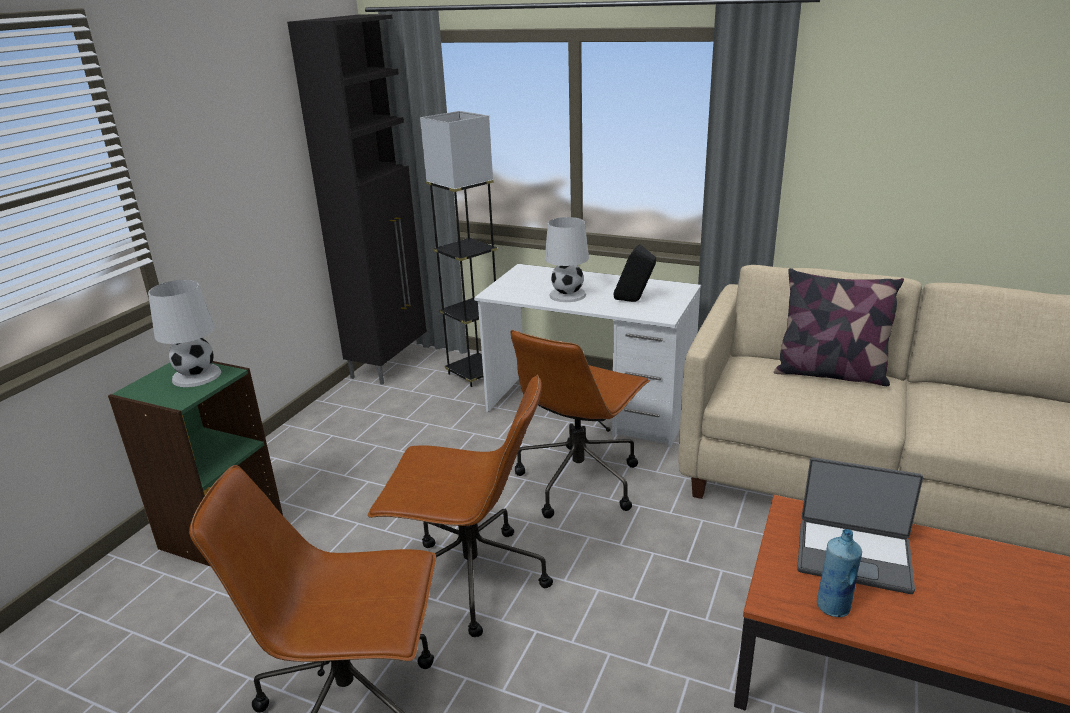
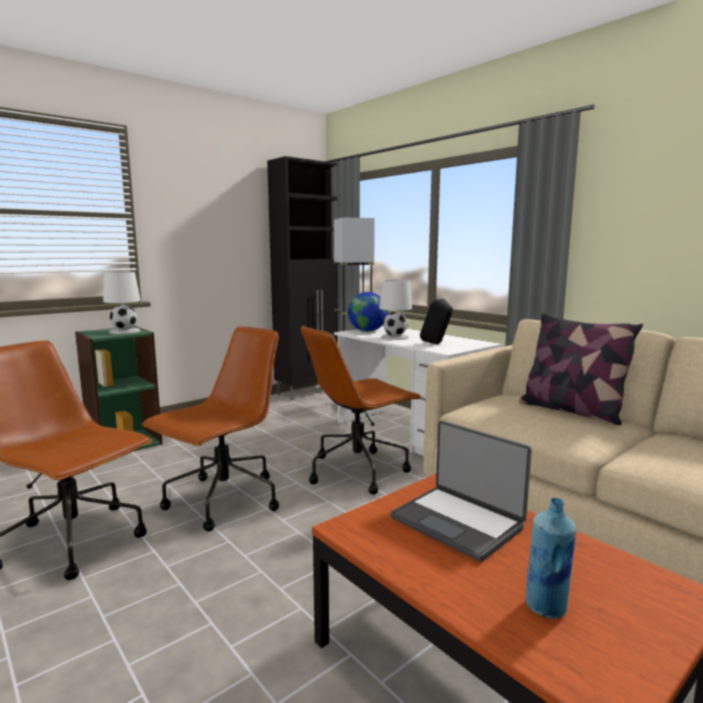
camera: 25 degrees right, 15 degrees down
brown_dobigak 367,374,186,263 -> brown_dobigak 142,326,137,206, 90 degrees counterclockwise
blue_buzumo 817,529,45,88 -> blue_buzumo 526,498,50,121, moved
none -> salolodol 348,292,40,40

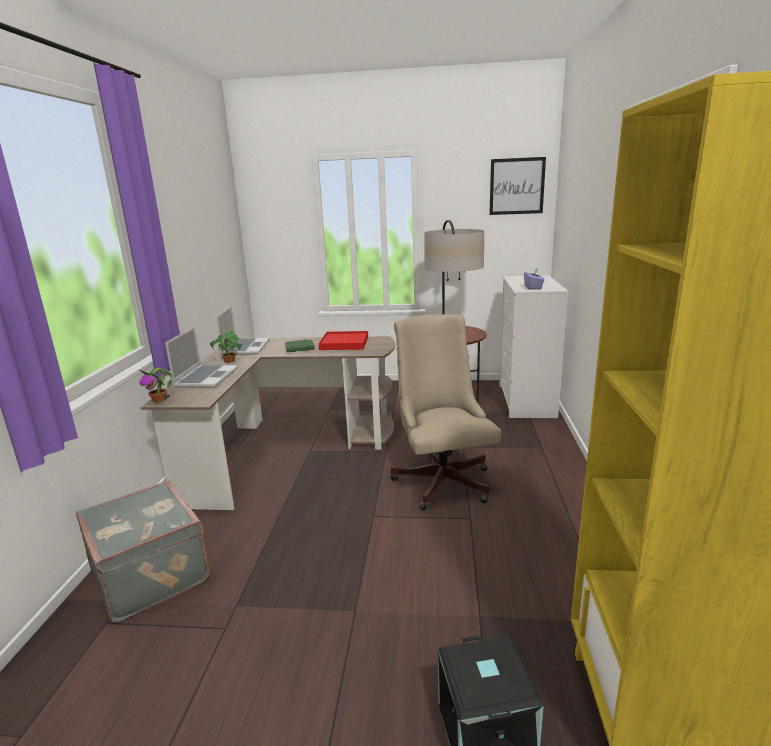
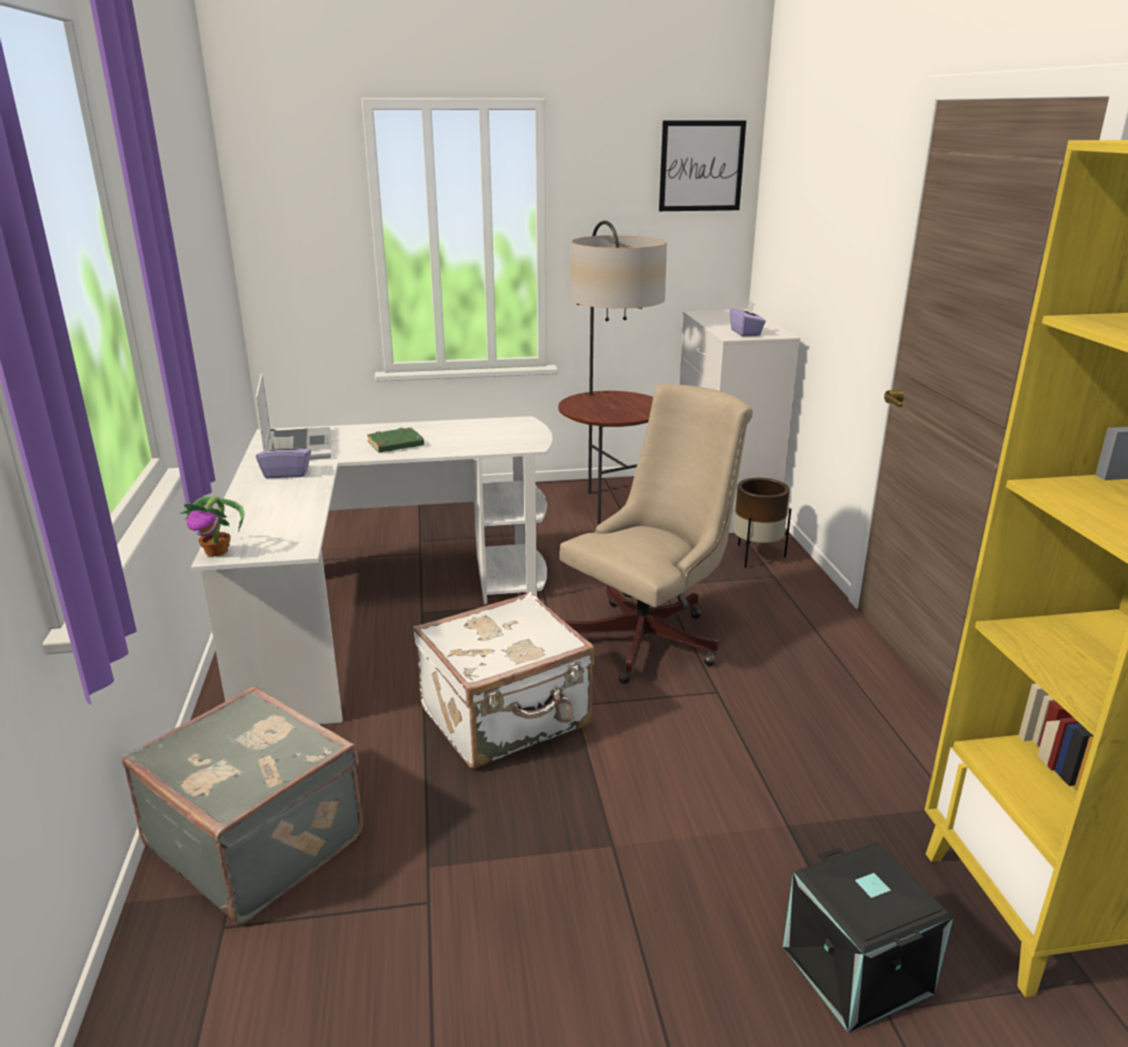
camera: 15 degrees left, 5 degrees up
beige_dobigak 391,314,110,196 -> beige_dobigak 560,384,193,300, 75 degrees clockwise
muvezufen 165,327,73,61 -> none
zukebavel 210,330,33,33 -> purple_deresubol 256,436,55,42
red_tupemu 319,331,49,19 -> none
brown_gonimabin 141,336,254,174 -> white_gonimabin 191,416,361,308
none -> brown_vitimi 733,478,58,90
none -> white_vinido 413,592,181,176

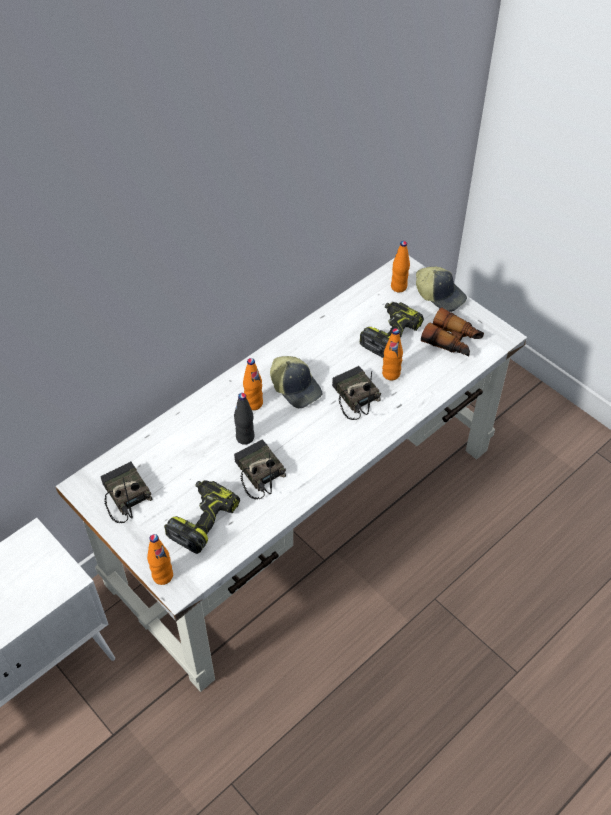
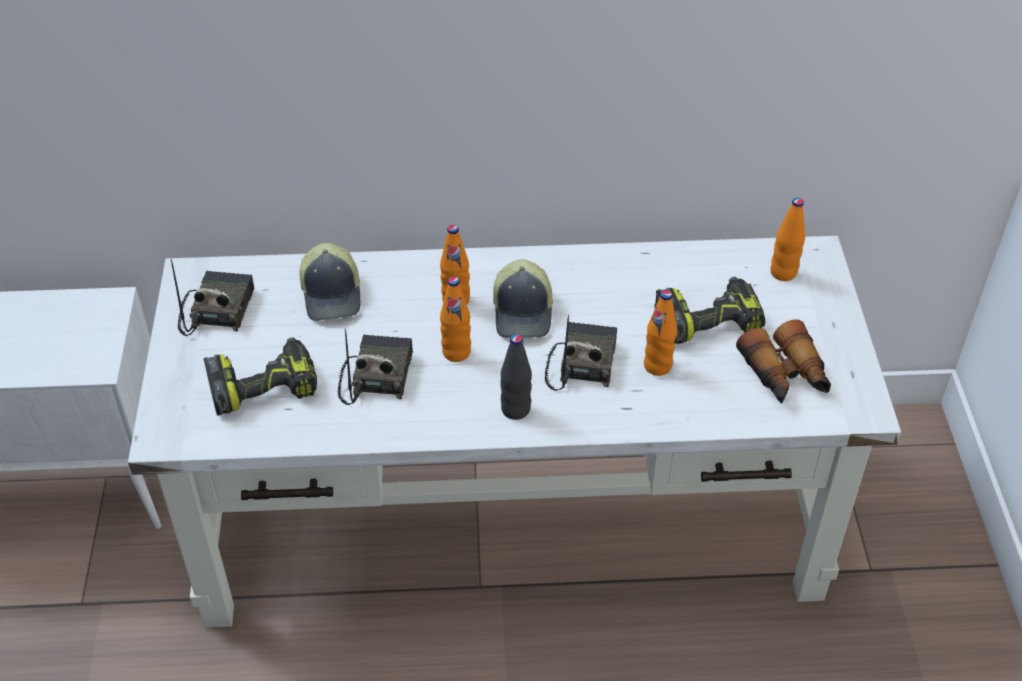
camera: 40 degrees right, 5 degrees down
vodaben 416,267,51,45 -> vodaben 299,243,62,78, moved
black_buzumo 234,393,20,52 -> black_buzumo 500,334,32,86, moved
orange_buzumo 147,534,26,51 -> orange_buzumo 440,277,31,85, moved

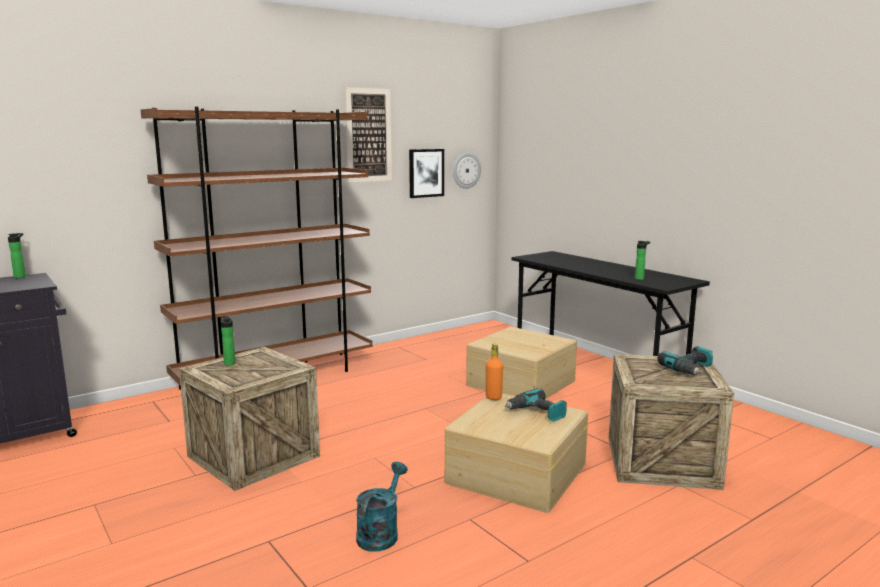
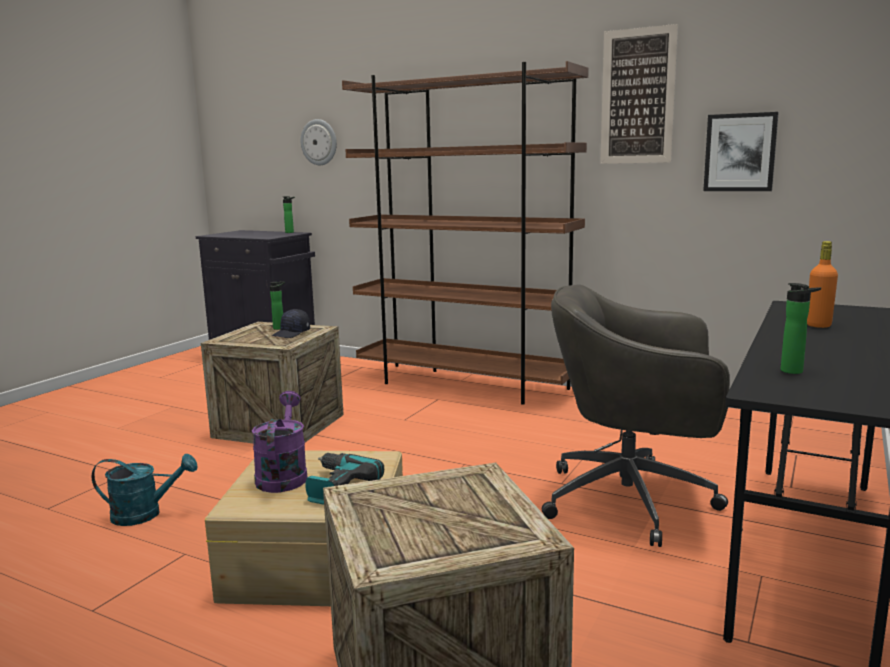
camera: 65 degrees right, 0 degrees up
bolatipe 453,153,28,36 -> bolatipe 301,119,36,46, moved
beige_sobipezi 466,327,111,72 -> grey_dobigak 542,285,188,262
orange_buzumo 486,344,17,56 -> orange_buzumo 807,241,31,87, moved
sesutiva 657,346,56,30 -> none
none -> black_vodaben 272,309,38,29
none -> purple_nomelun 252,391,55,102

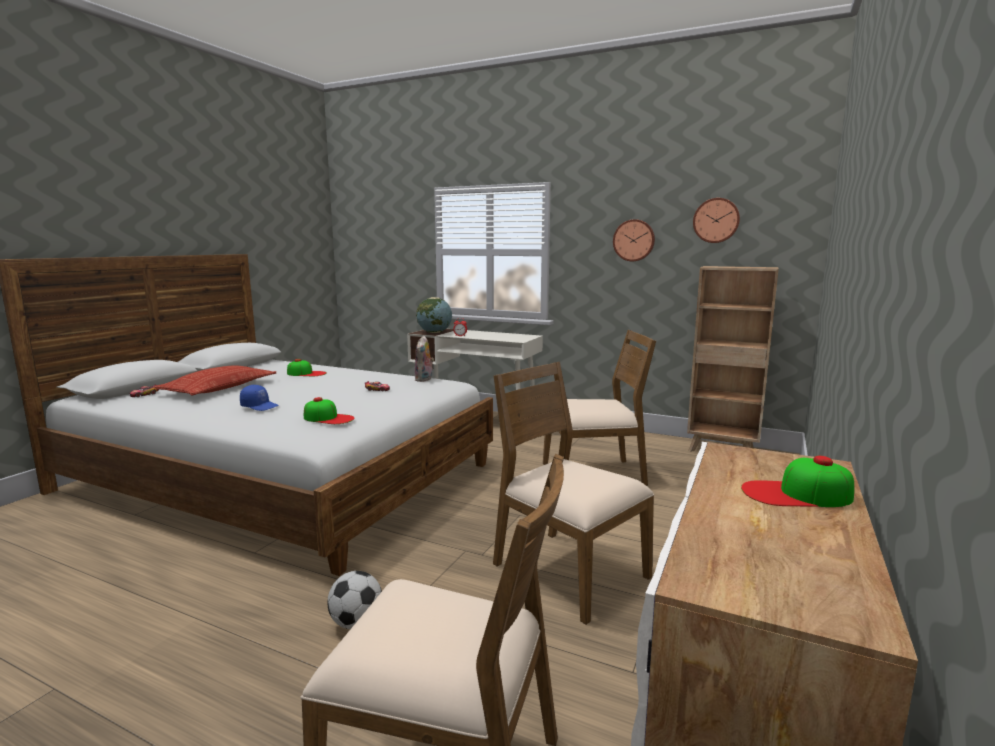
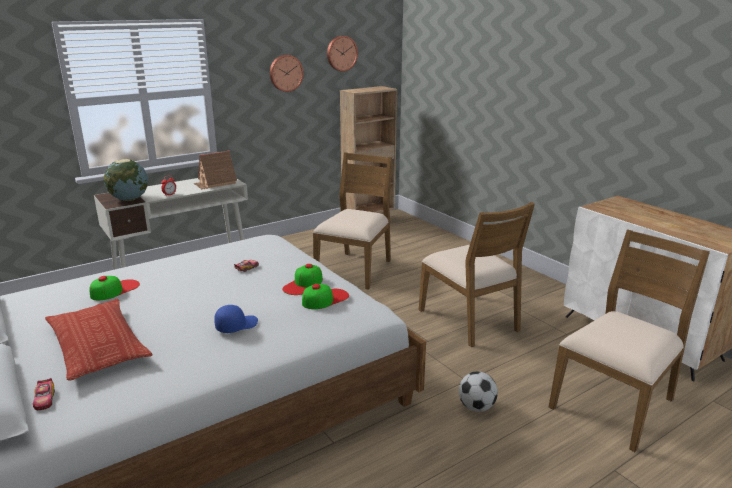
camera: 60 degrees left, 10 degrees up
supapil 415,336,19,46 -> none
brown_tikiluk 493,362,161,263 -> brown_tikiluk 419,202,116,145, 105 degrees counterclockwise
vodaben 741,455,113,52 -> vodaben 282,264,41,31, moved
none -> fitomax 193,150,44,39

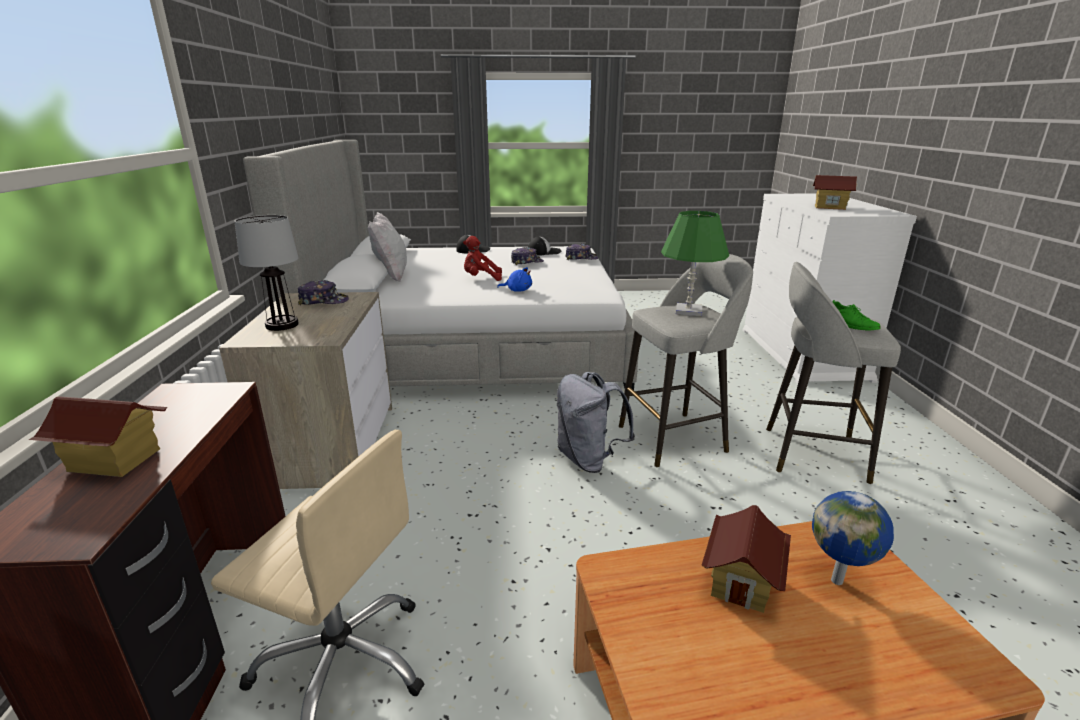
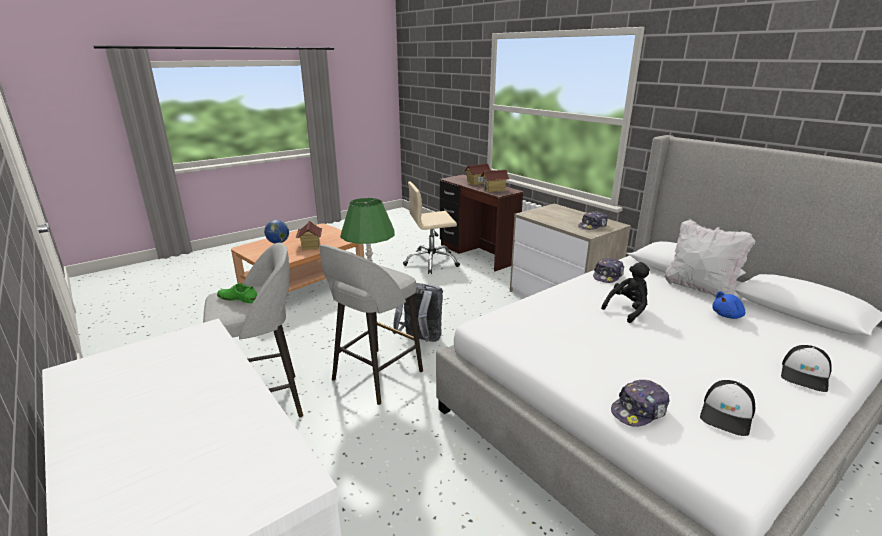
camera: 145 degrees right, 0 degrees up
fitomax 813,175,44,35 -> fitomax 480,170,29,22, moved
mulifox 234,215,65,116 -> none
red_supapil 463,236,39,45 -> black_supapil 601,262,49,61
vodaben 511,247,33,18 -> vodaben 593,257,31,26, moved
blue_supapil 497,267,35,25 -> blue_supapil 712,291,33,28, moved

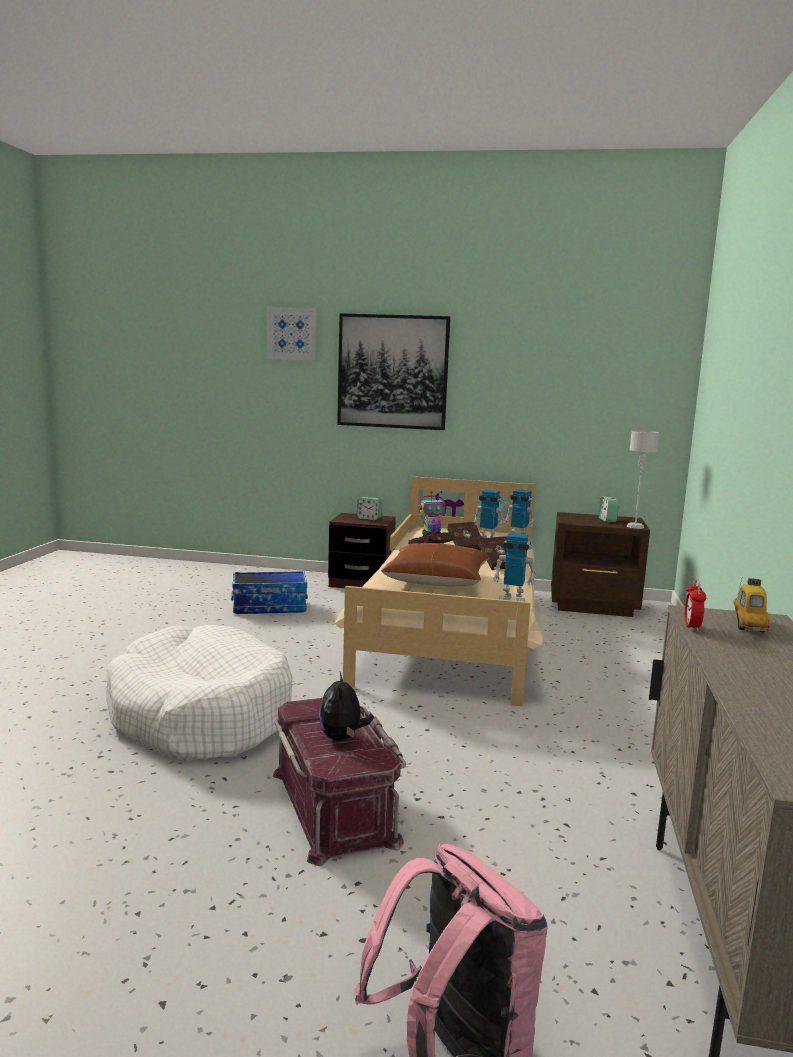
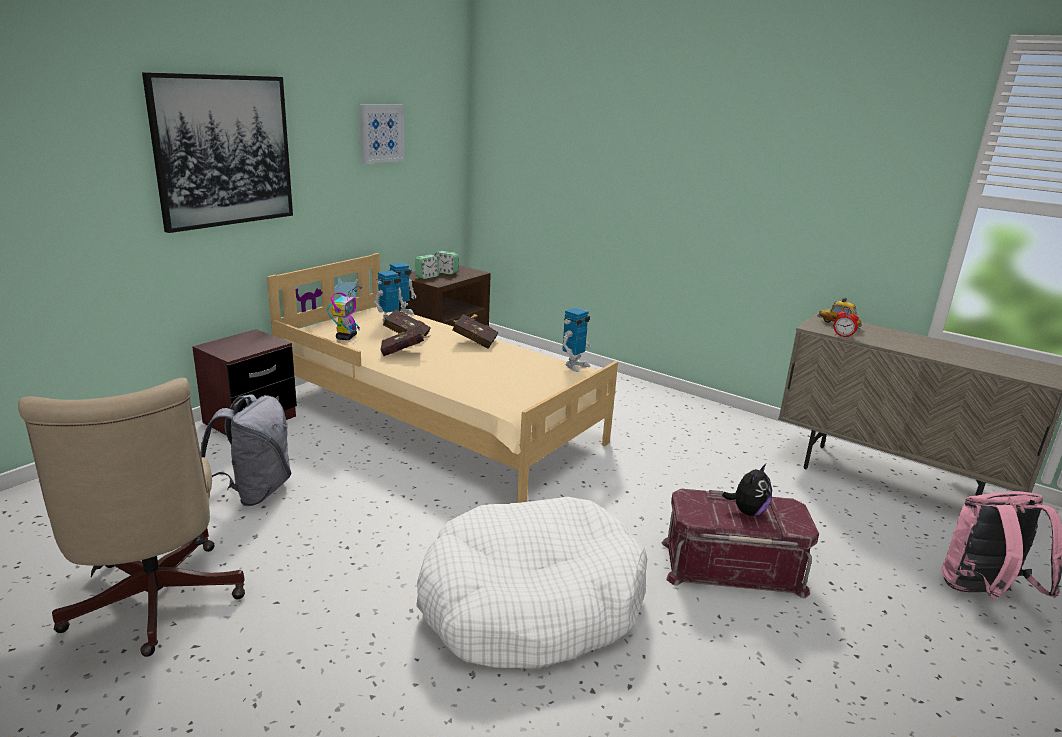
camera: 65 degrees left, 10 degrees up
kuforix 267,307,50,54 -> kuforix 359,105,46,59, moved
grey_mulifox 627,430,32,99 -> none
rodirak 357,497,25,23 -> rodirak 415,255,24,24, moved
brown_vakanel 381,543,108,43 -> none
sobipezi 231,571,77,43 -> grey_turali 200,394,91,112
supapil 319,672,55,69 -> supapil 722,464,50,52, 75 degrees counterclockwise
none -> beige_dobigak 18,378,227,279

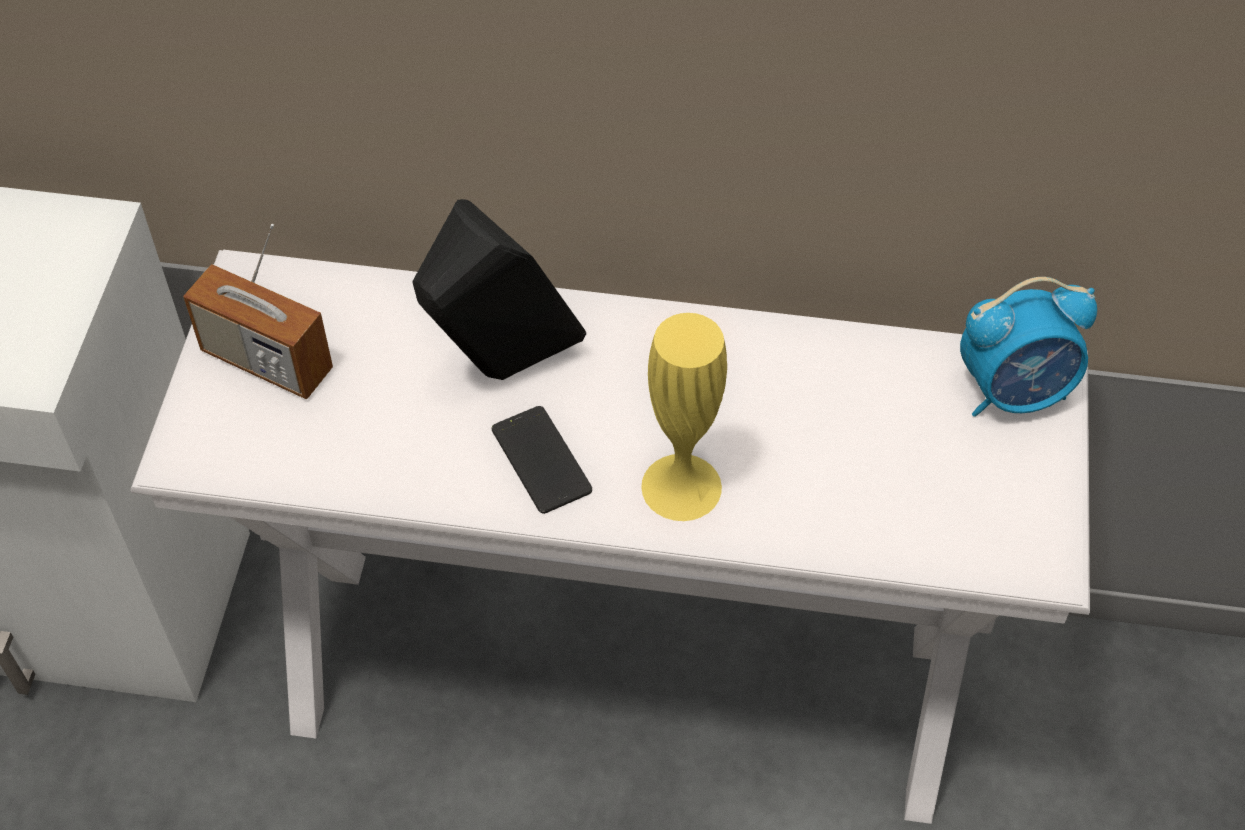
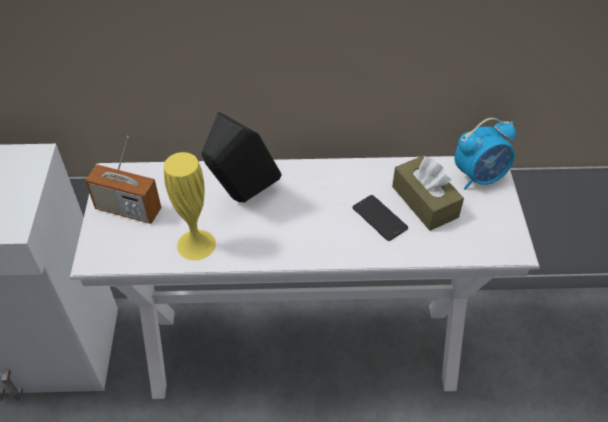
camera: 10 degrees left, 5 degrees down
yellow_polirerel 641,313,86,208 -> yellow_polirerel 164,152,52,108, moved
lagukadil 492,406,100,108 -> lagukadil 353,195,55,46, moved
none -> brown_deresubol 392,155,72,76

